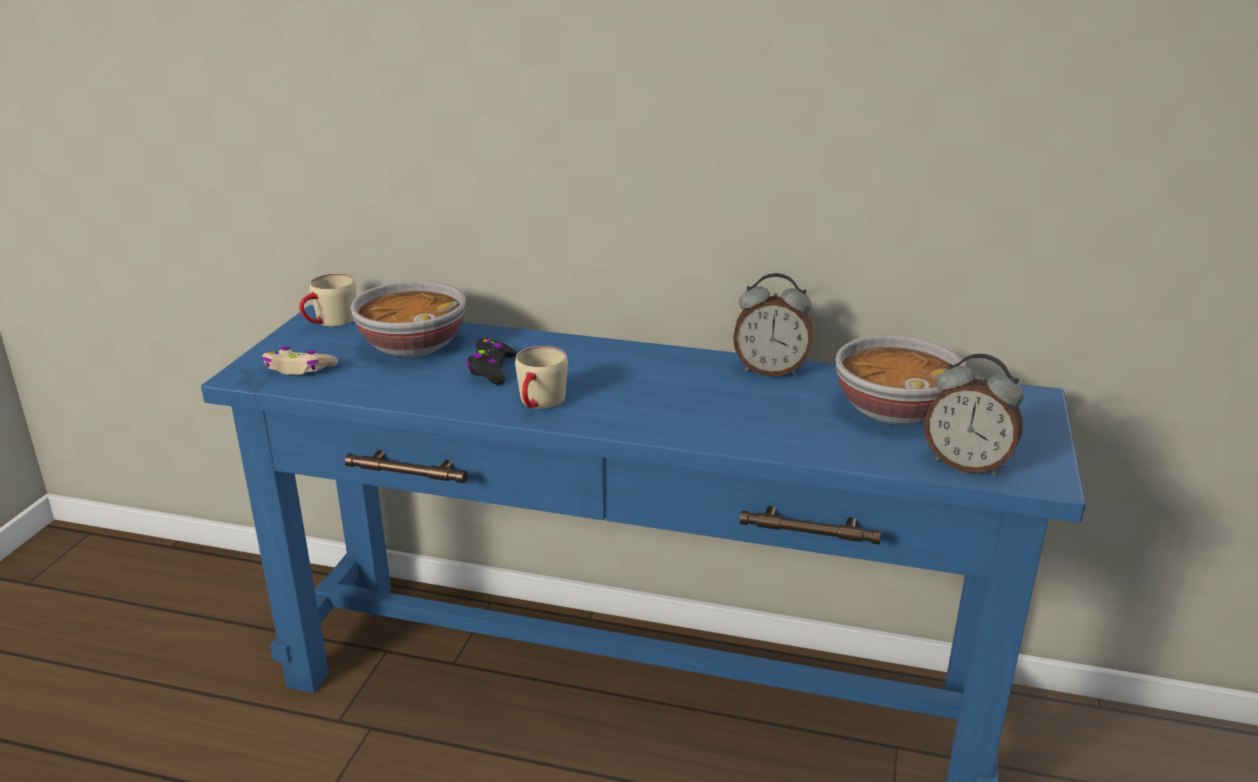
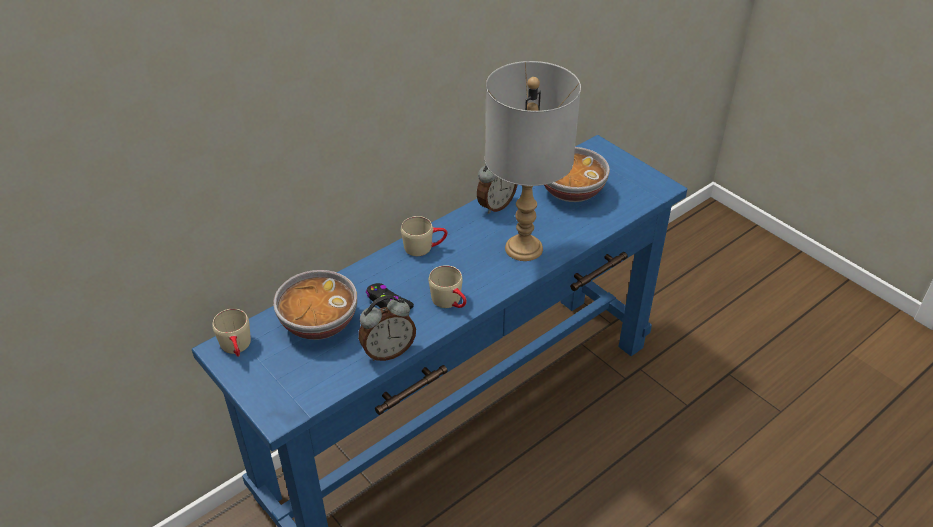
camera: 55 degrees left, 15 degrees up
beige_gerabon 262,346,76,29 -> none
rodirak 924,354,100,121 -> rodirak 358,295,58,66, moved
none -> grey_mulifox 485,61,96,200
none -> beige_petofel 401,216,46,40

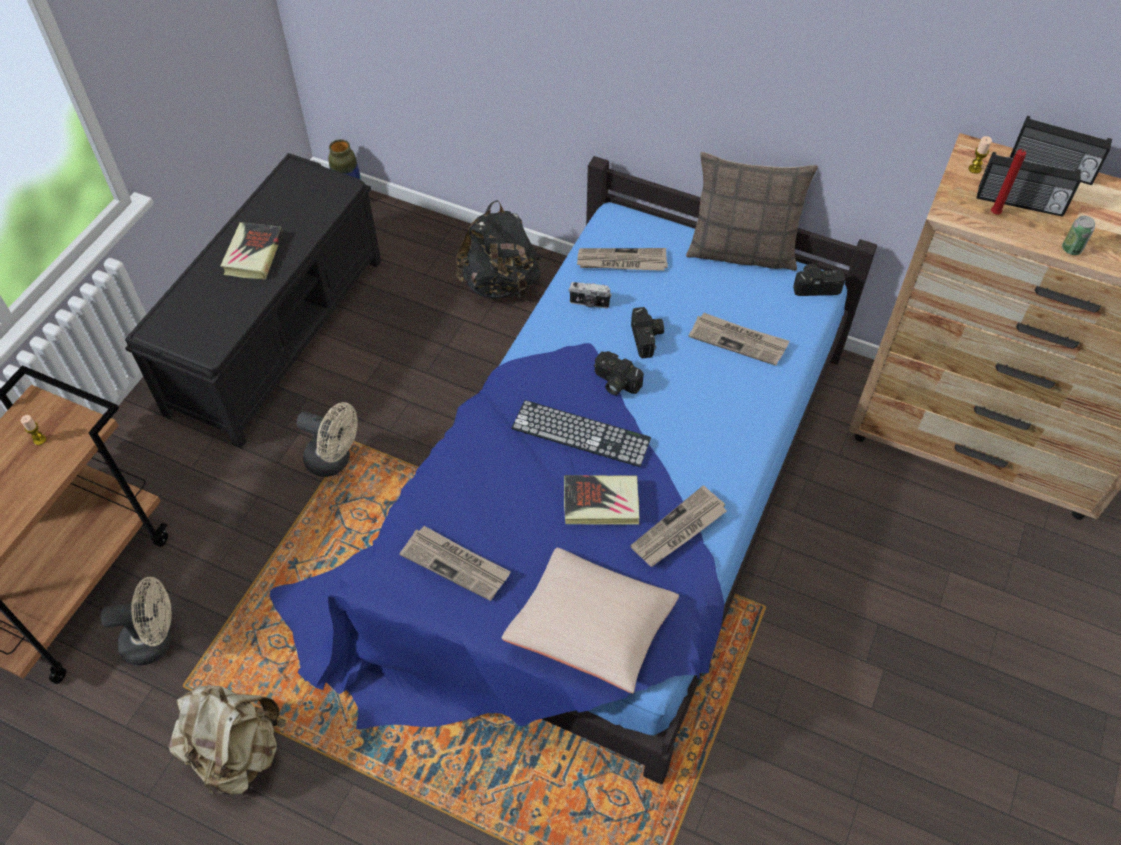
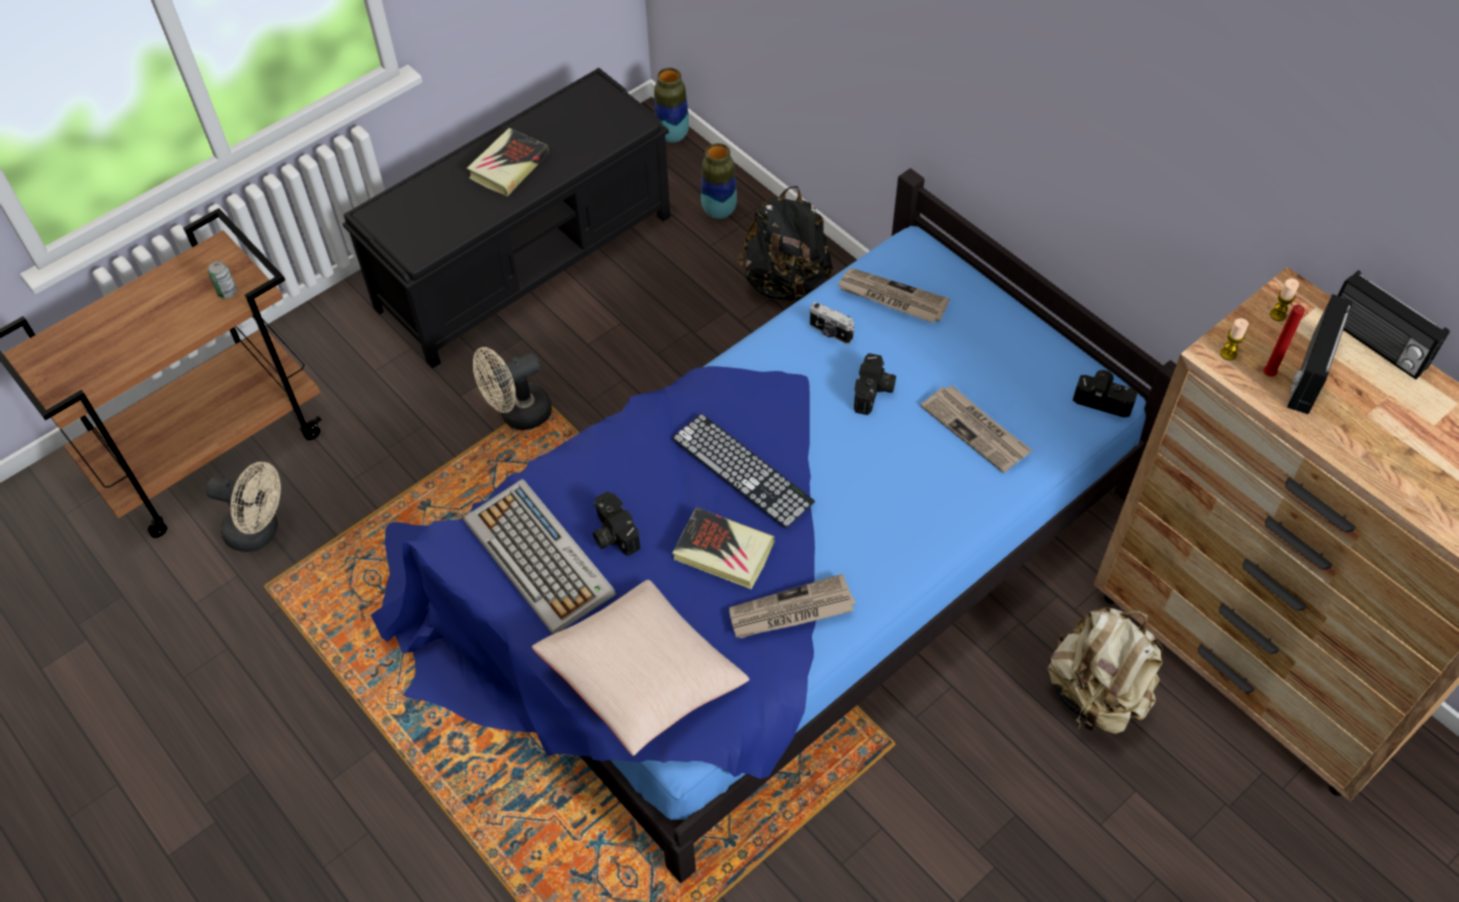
camera: 25 degrees right, 0 degrees up
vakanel 686,152,132,119 -> none
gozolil 976,152,105,65 -> gozolil 1287,294,66,120, 75 degrees clockwise
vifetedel 1062,216,33,39 -> vifetedel 208,261,29,38, moved
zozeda 594,351,50,44 -> zozeda 593,491,47,65, moved
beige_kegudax 296,402,62,75 -> beige_kegudax 473,347,79,83, 105 degrees clockwise
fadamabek 21,415,25,30 -> fadamabek 1220,318,28,42, moved
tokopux 400,526,111,75 -> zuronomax 463,479,153,155
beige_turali 169,686,111,111 -> beige_turali 1047,607,116,127, moved
none -> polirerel 701,143,36,76

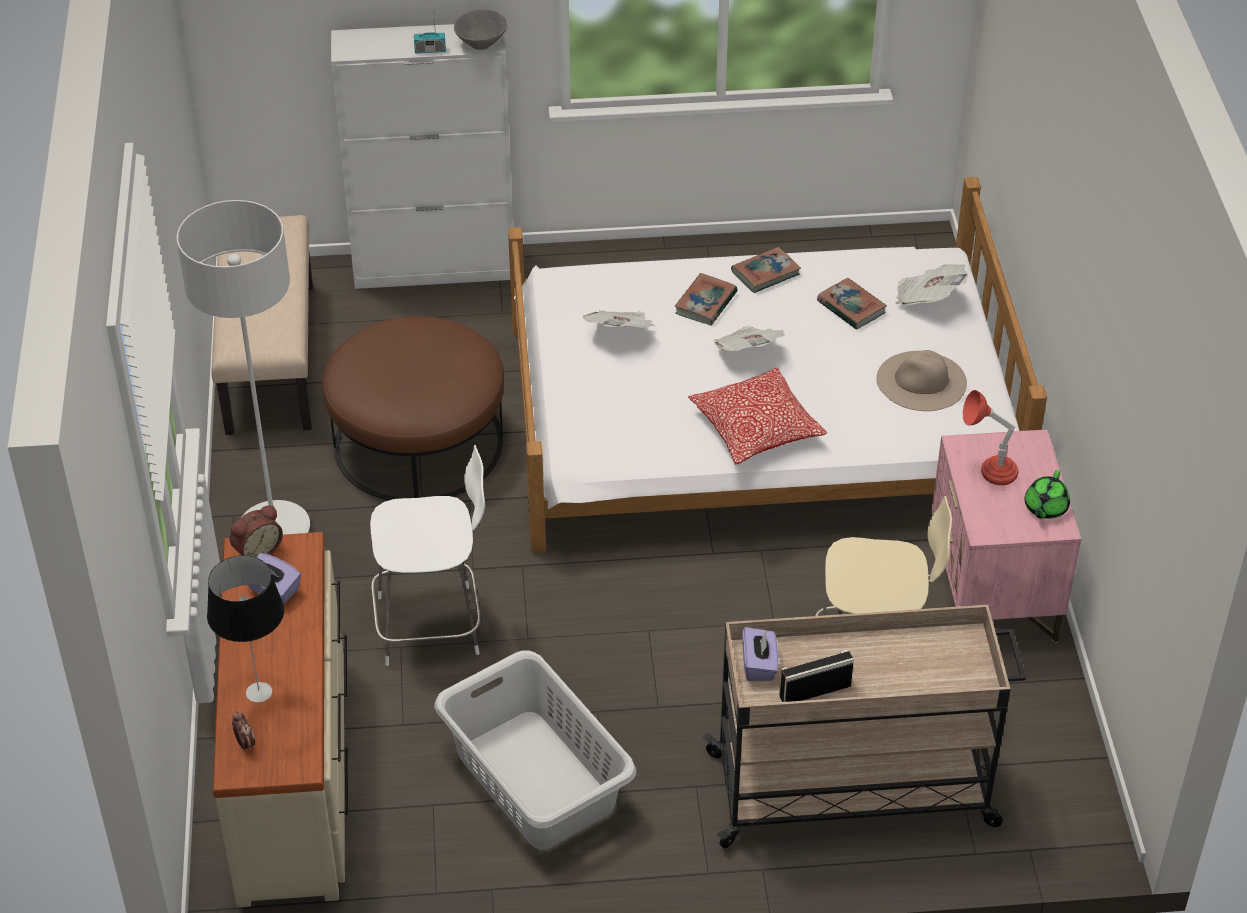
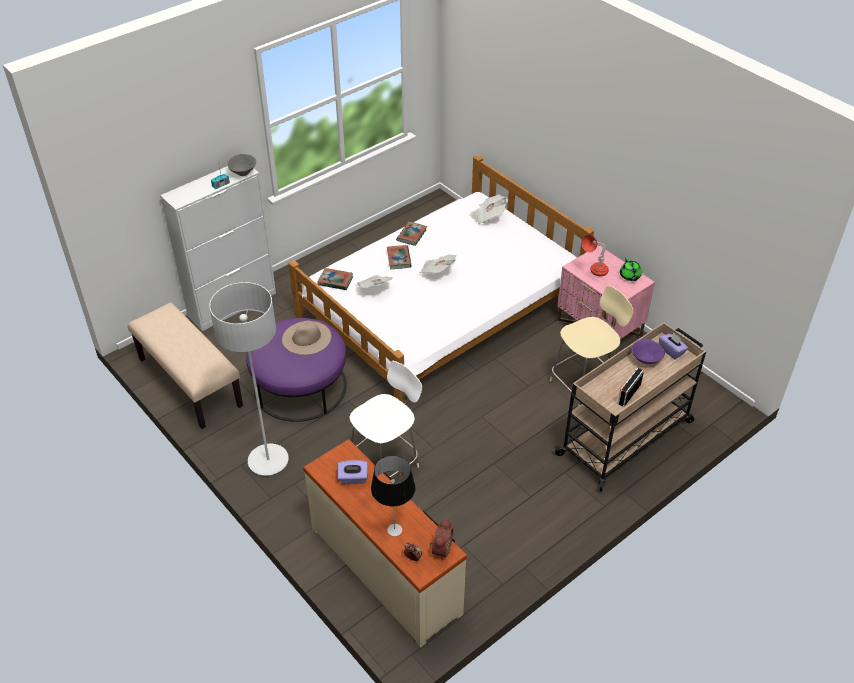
camera: 35 degrees left, 0 degrees up
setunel 817,278,70,52 -> setunel 318,268,35,22, moved
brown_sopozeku 322,316,182,184 -> purple_sopozeku 246,318,101,104
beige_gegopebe 876,350,91,61 -> beige_gegopebe 282,321,49,34, moved
vakanel 688,368,139,96 -> none
rodirak 230,505,53,52 -> rodirak 430,519,23,41, moved
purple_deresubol 742,627,37,54 -> purple_deresubol 659,333,29,26, moved
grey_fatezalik 434,650,202,199 -> none
none -> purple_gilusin 632,339,33,25

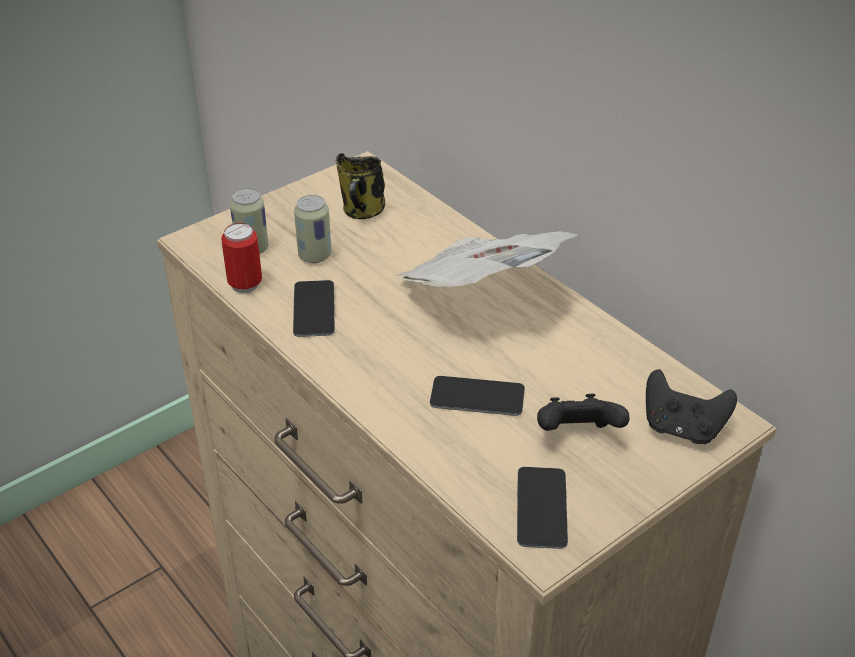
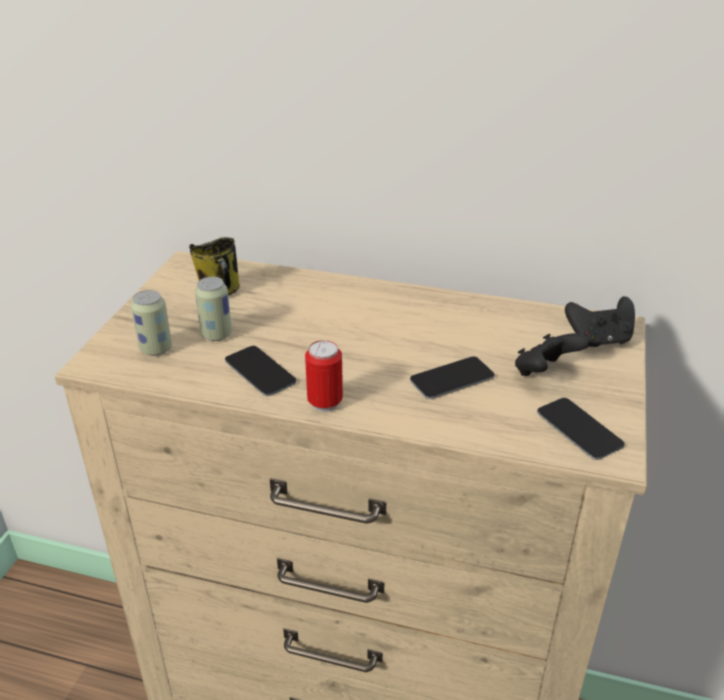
camera: 35 degrees left, 5 degrees down
vifetedel 221,223,41,70 -> vifetedel 305,340,38,72, moved
tokopux 397,231,181,56 -> none

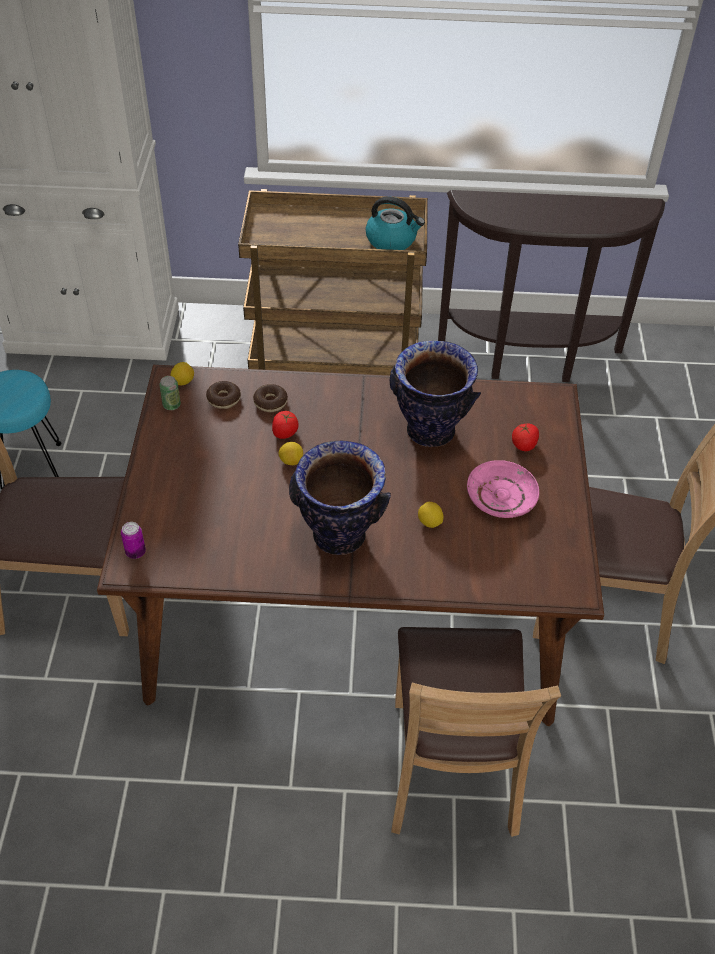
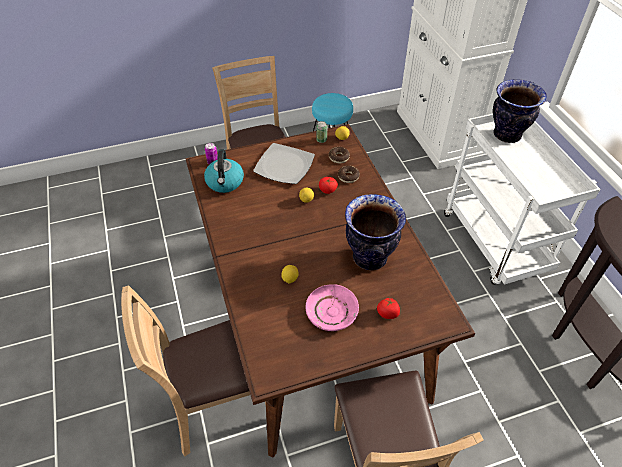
camera: 70 degrees right, 0 degrees up
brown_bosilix 238,189,190,186 -> white_bosilix 444,114,156,171
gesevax 366,197,59,53 -> gesevax 204,149,40,44, moved
polirerel 289,441,102,114 -> polirerel 493,79,54,64, moved
none -> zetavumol 253,143,62,41

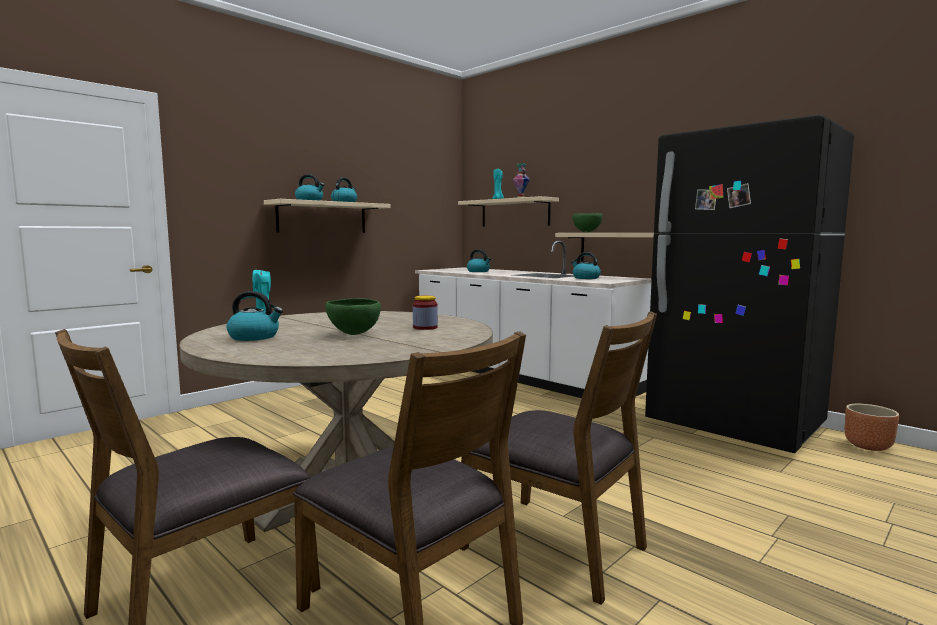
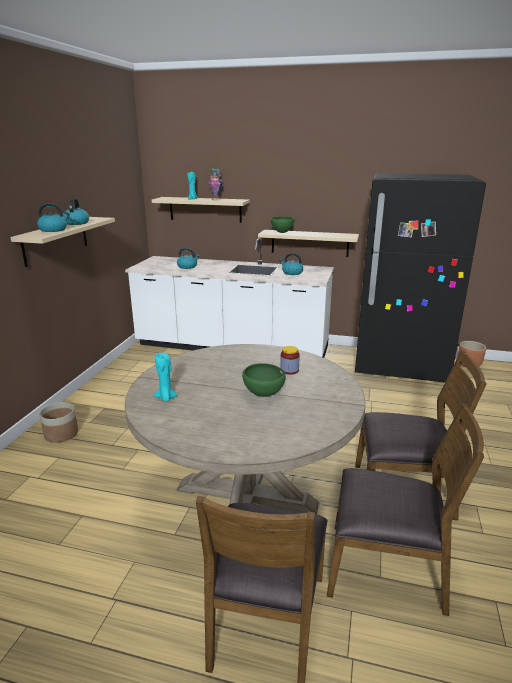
camera: 30 degrees left, 15 degrees up
gesevax 226,291,57,50 -> none
none -> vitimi 39,402,39,40

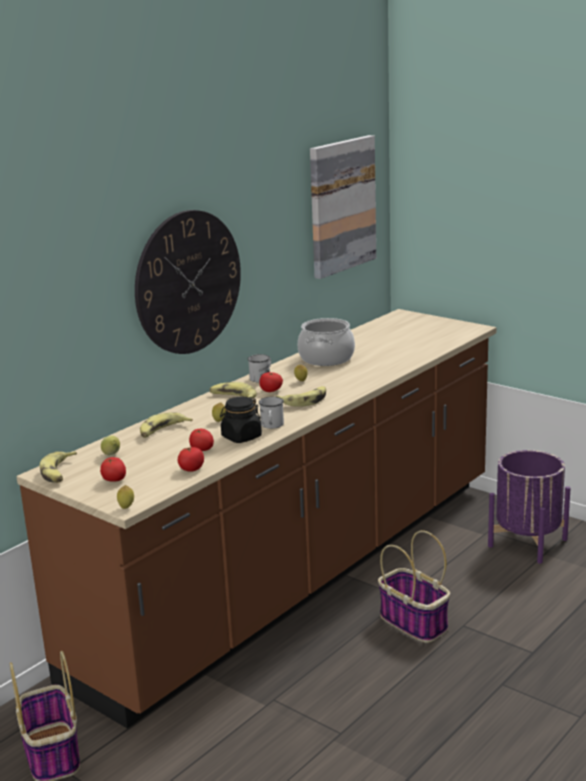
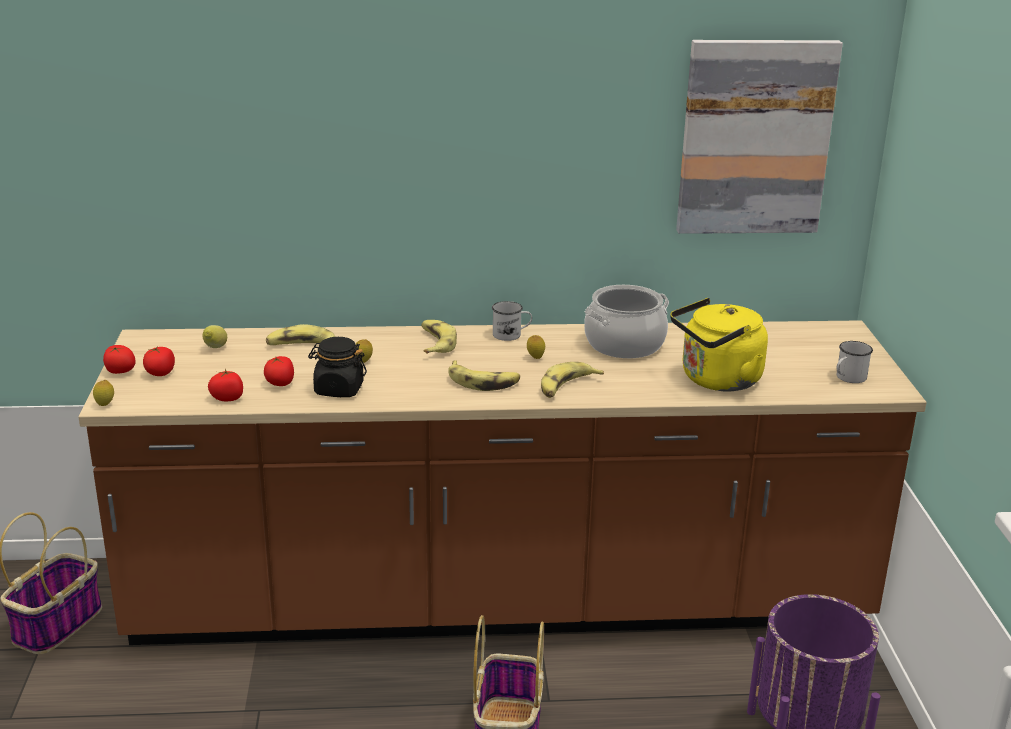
camera: 45 degrees right, 5 degrees up
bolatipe 135,210,106,144 -> none
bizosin 259,372,24,20 -> bizosin 103,345,33,29, moved
white_petofel 259,397,25,32 -> white_petofel 837,341,36,42, moved
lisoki 40,451,37,32 -> lisoki 541,362,63,36, moved
none -> yellow_gesevax 670,298,98,93

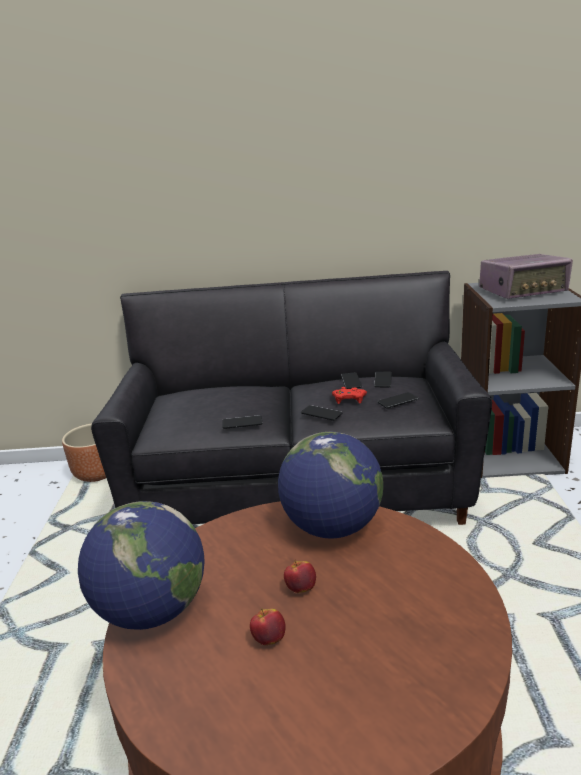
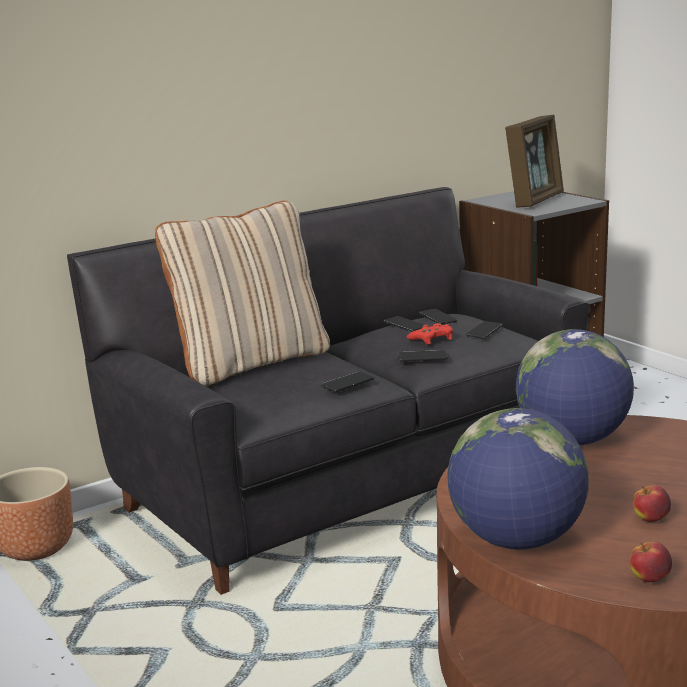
camera: 35 degrees left, 5 degrees down
gozolil 479,254,94,45 -> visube 505,114,59,94
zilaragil 284,560,32,33 -> zilaragil 630,542,42,40, moved
none -> beige_vakanel 155,201,175,185

